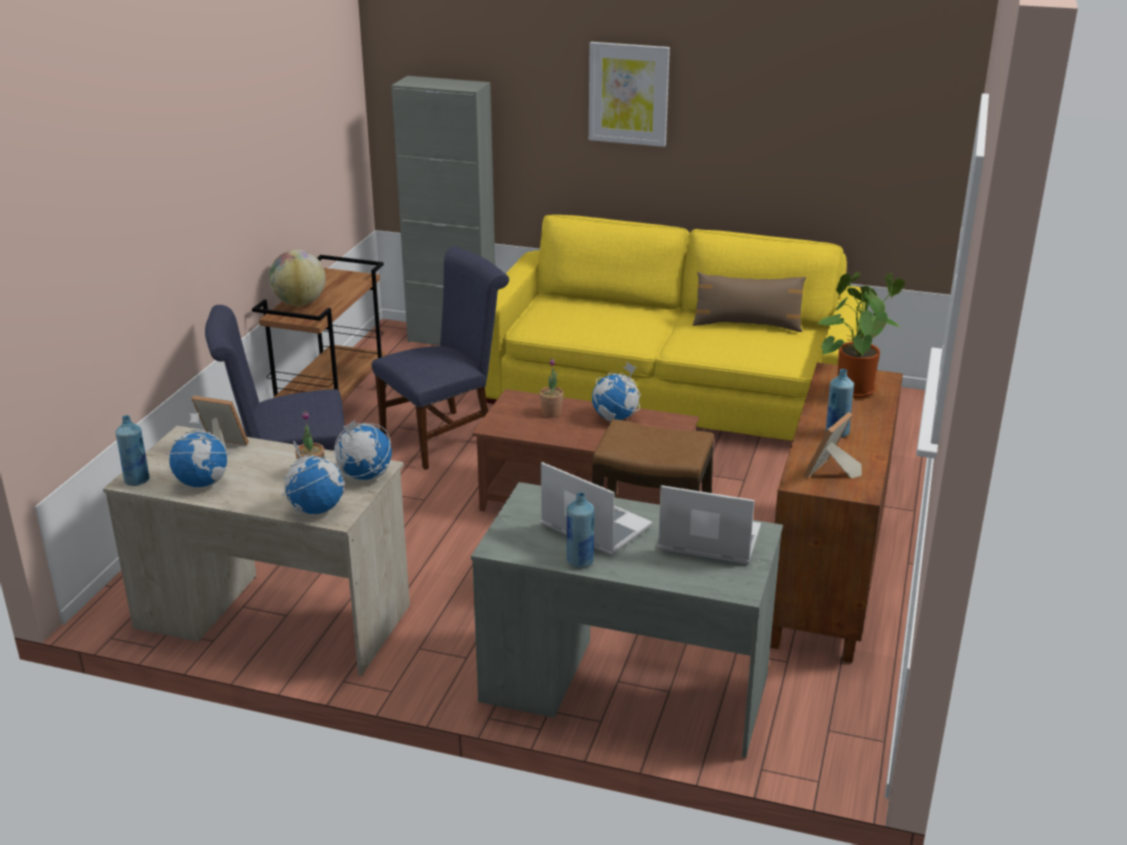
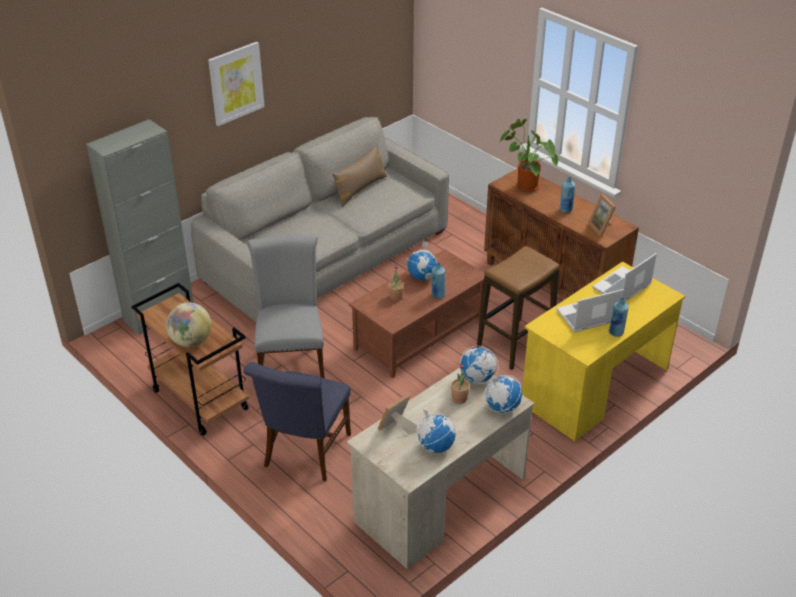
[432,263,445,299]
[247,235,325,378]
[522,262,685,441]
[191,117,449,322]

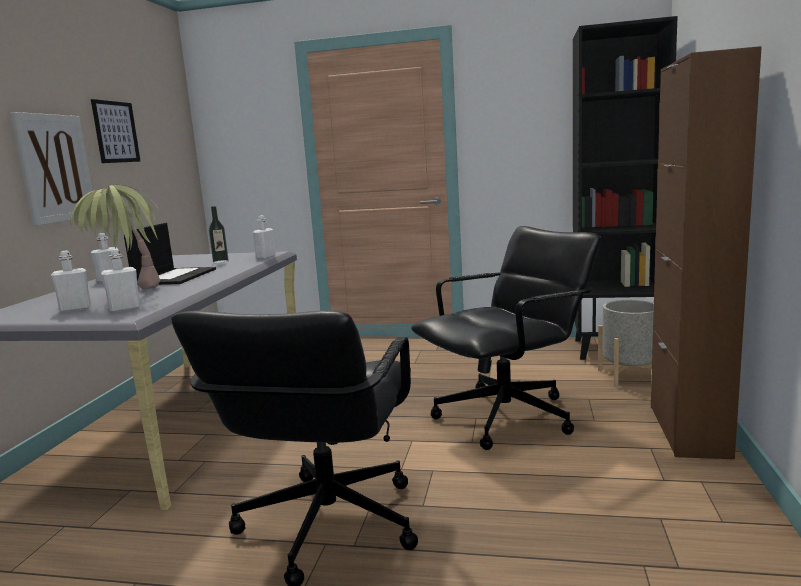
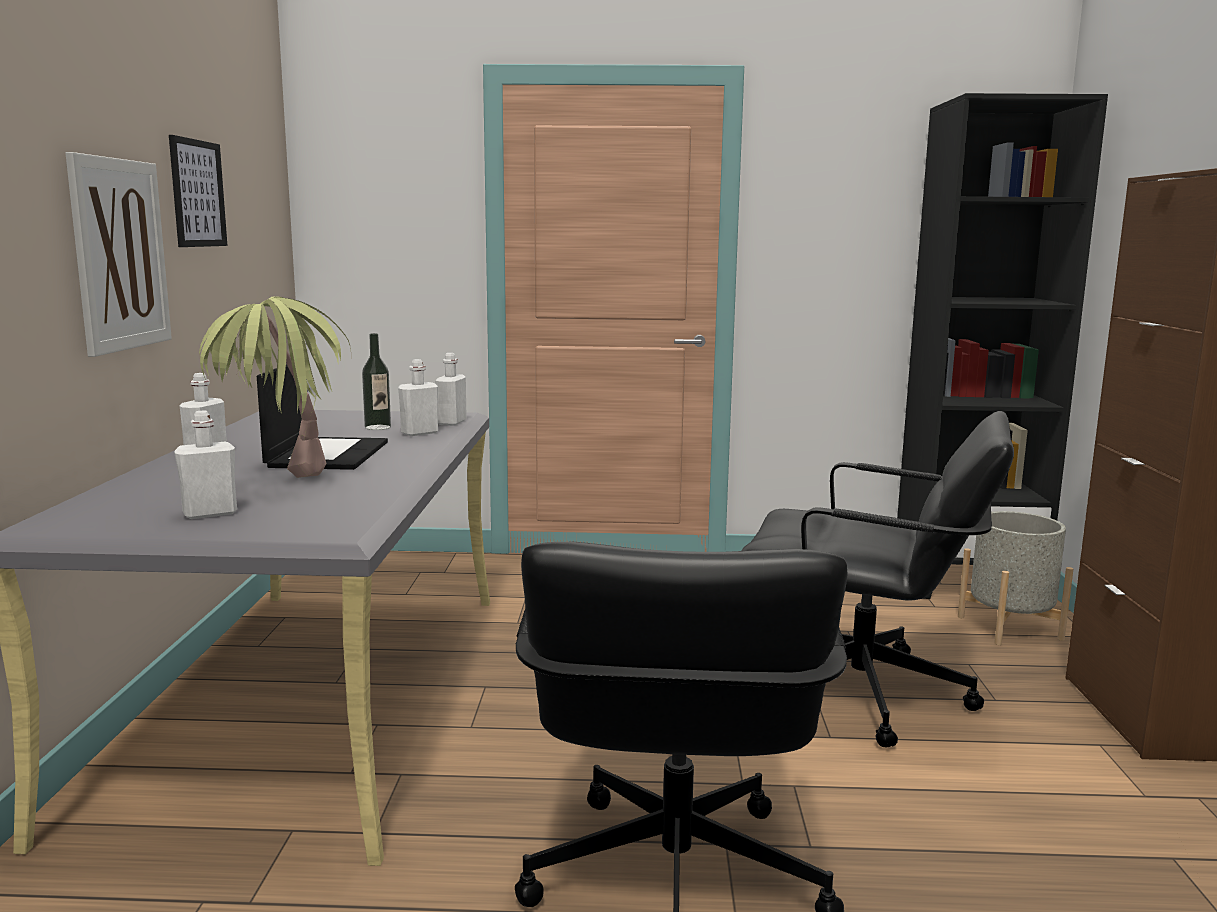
[398,359,438,436]
[741,411,1014,748]

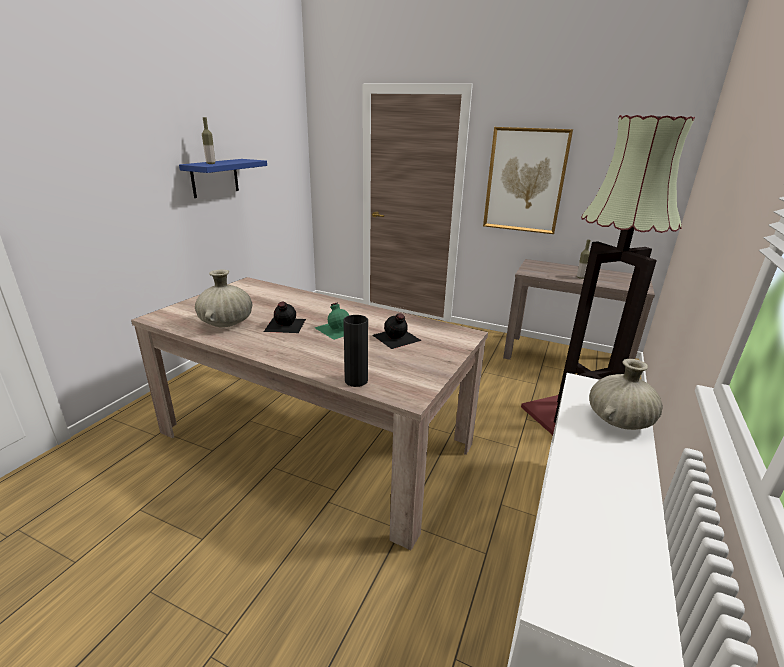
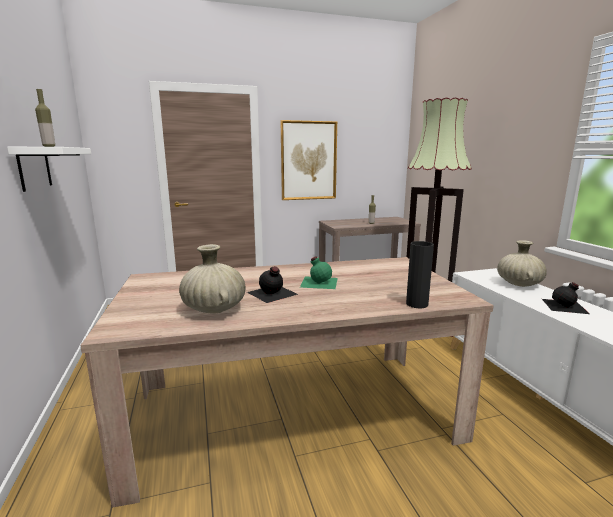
[7,147,91,192]
[542,282,590,314]

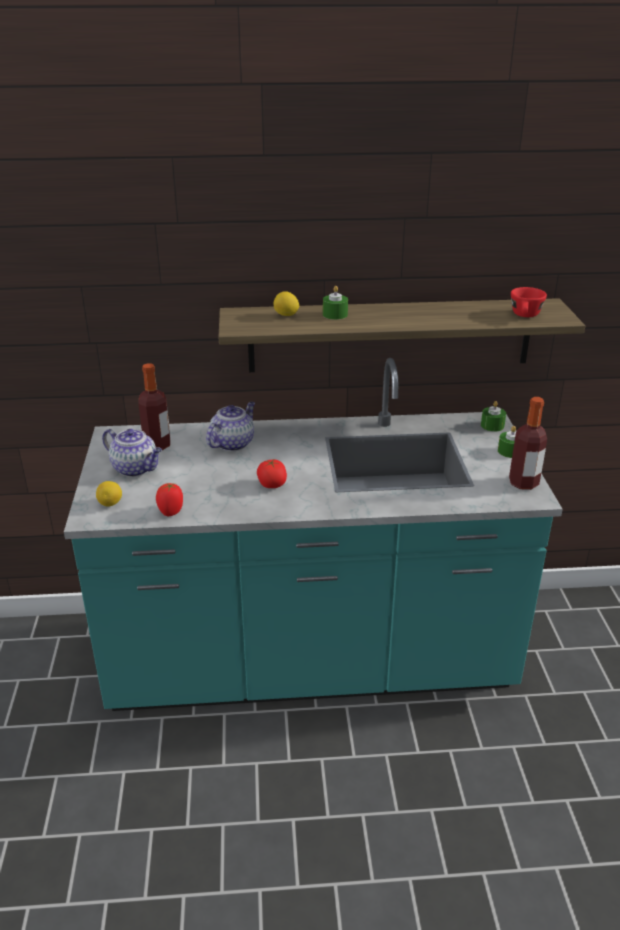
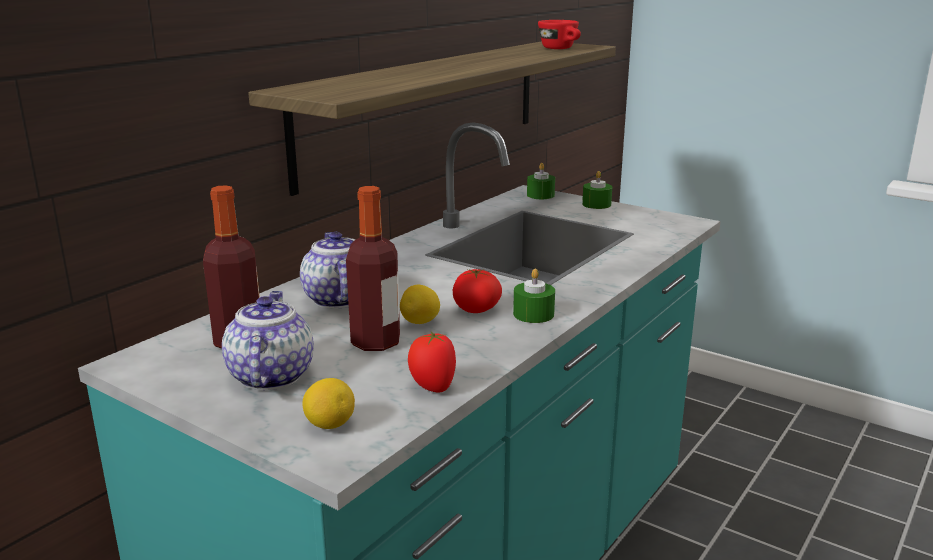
[222,291,314,390]
[400,285,440,324]
[513,268,555,323]
[346,186,400,351]

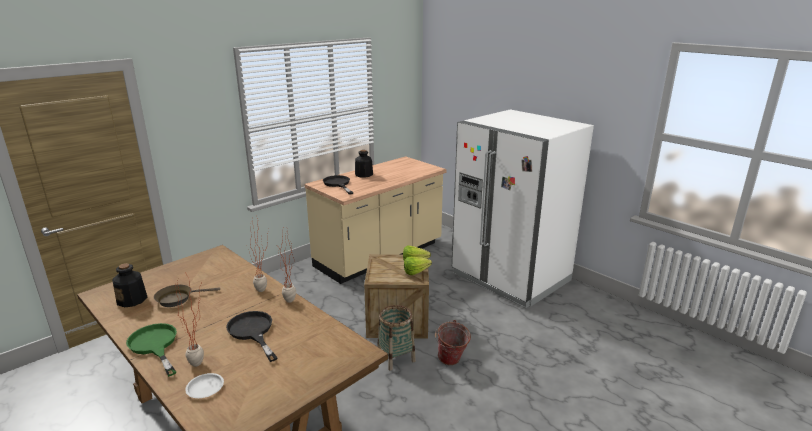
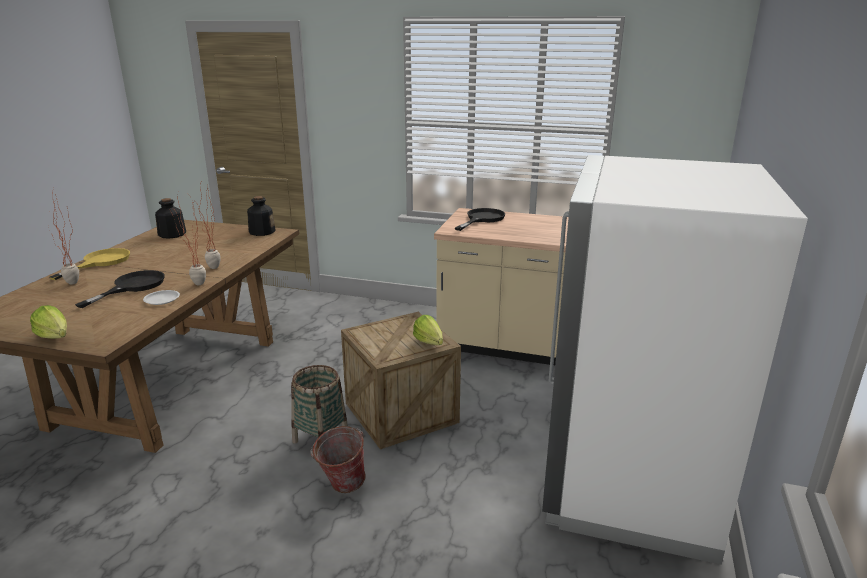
[49,248,130,280]
[154,285,220,307] (first image)
[143,290,180,305]
[247,196,276,236]
[30,305,67,339]

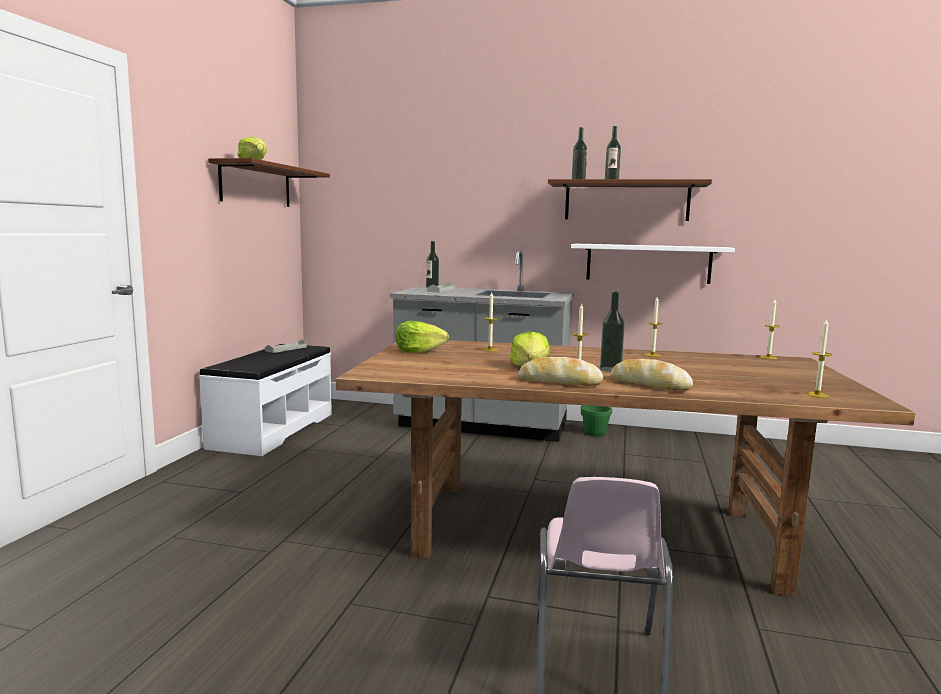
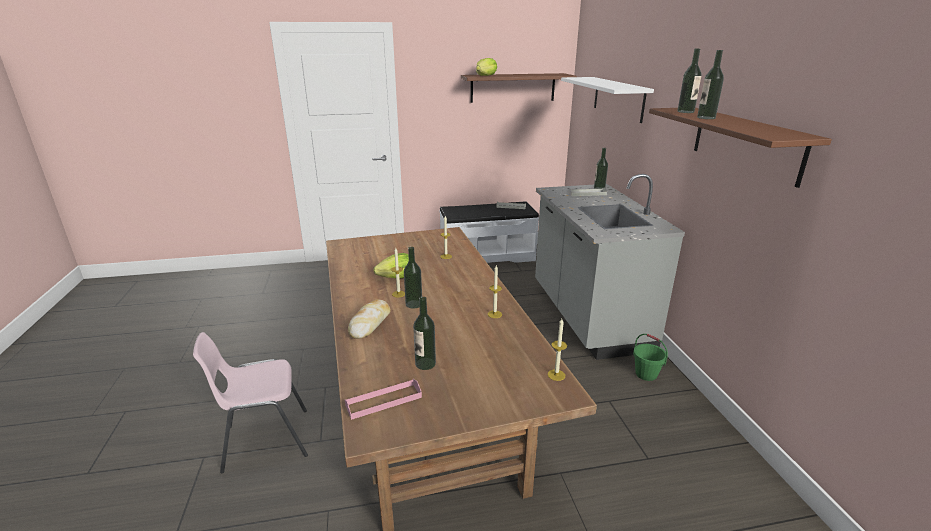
[396,321,449,353] (first image)
[519,357,603,386] (first image)
[561,77,654,123]
[345,379,422,420]
[413,297,436,370]

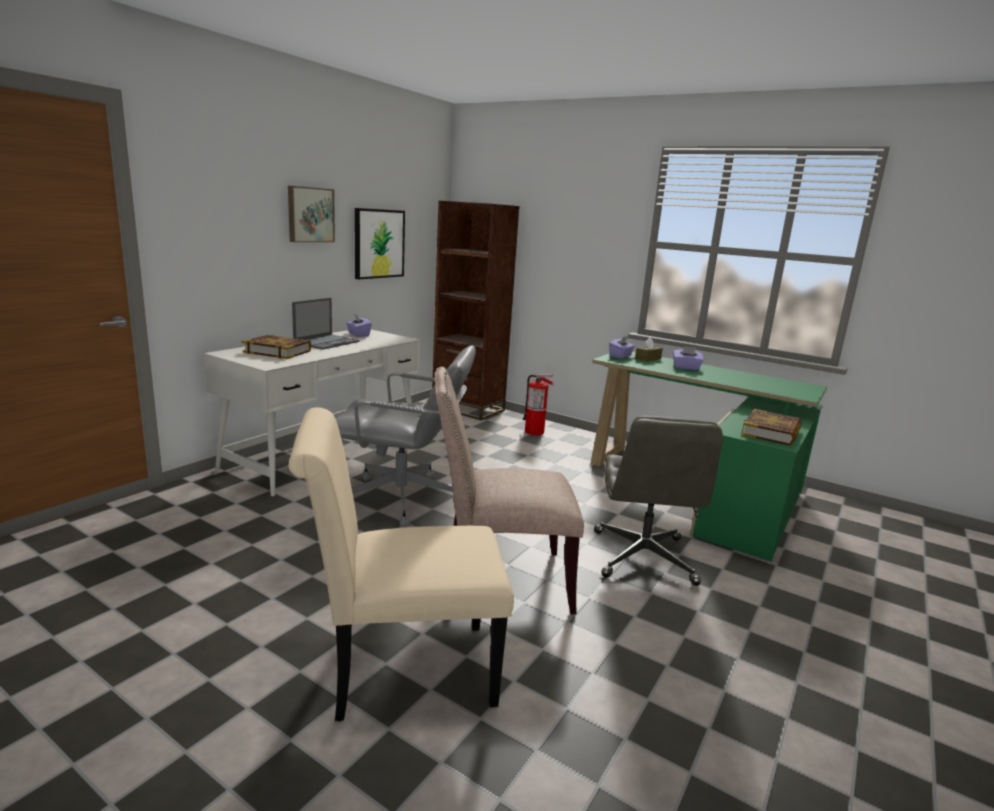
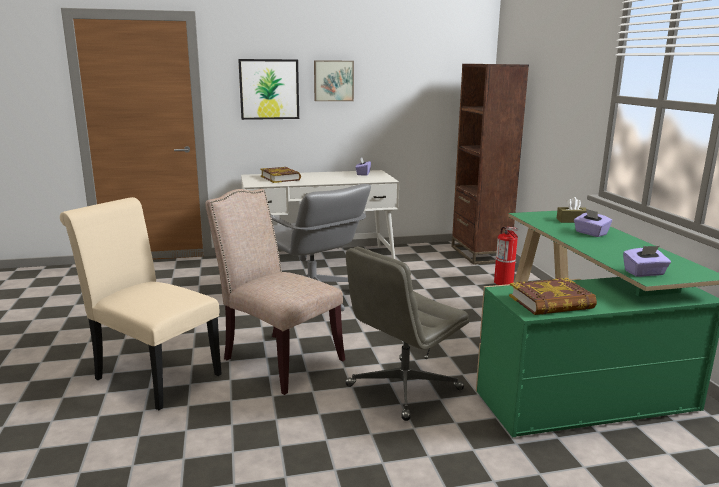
[292,298,359,350] (first image)
[238,59,299,120]
[623,246,671,277]

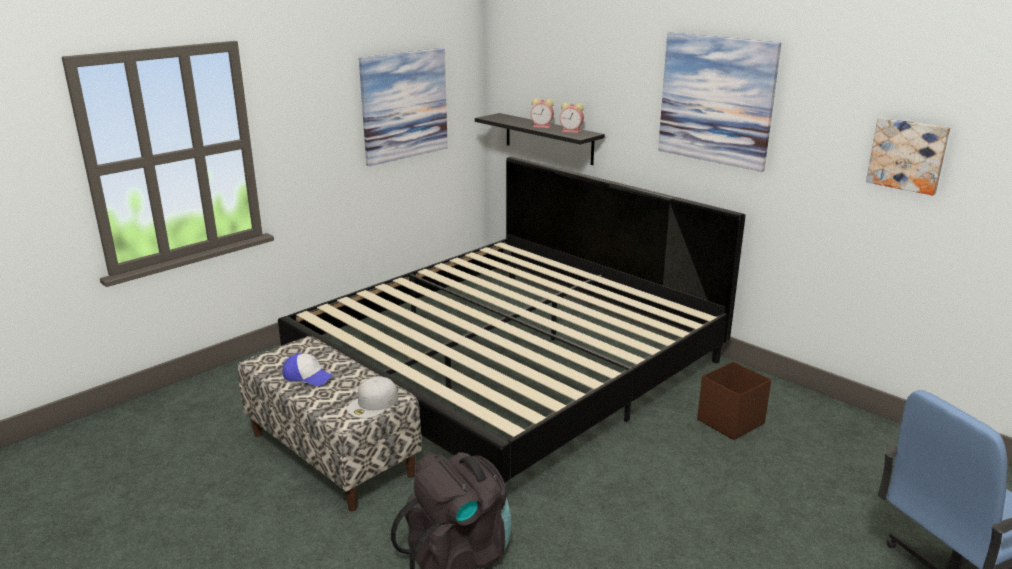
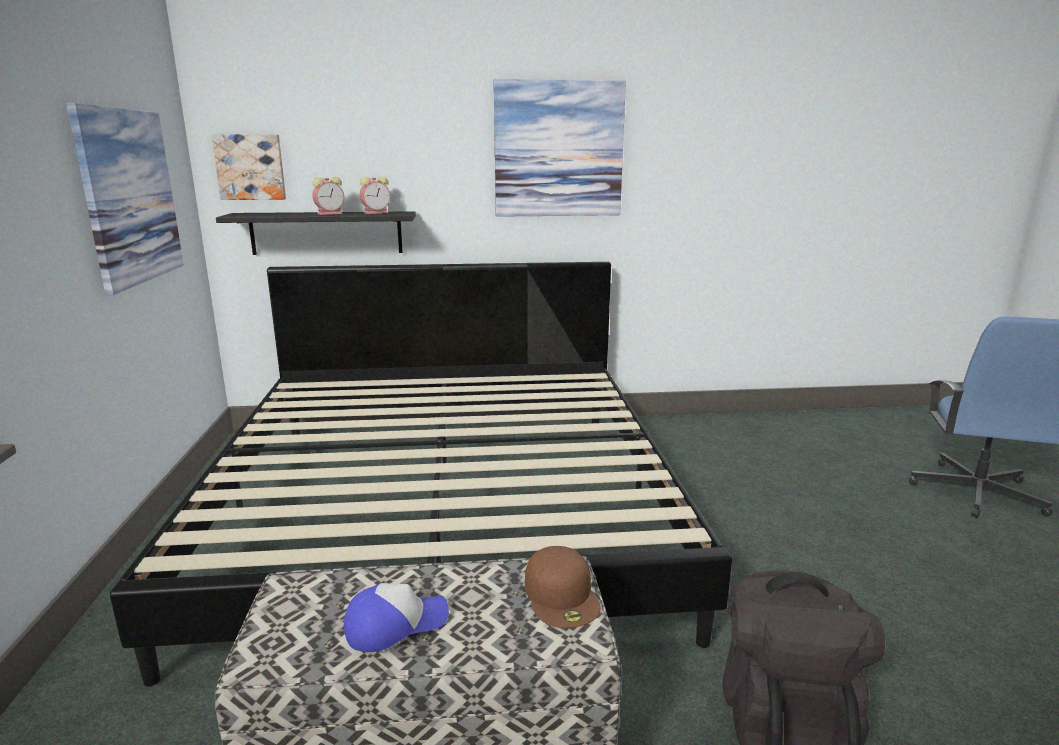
[525,546,600,628]
[697,361,771,440] (first image)
[212,134,286,200]

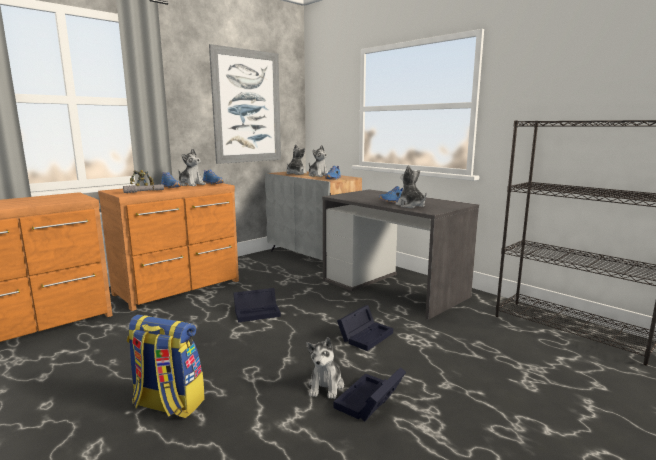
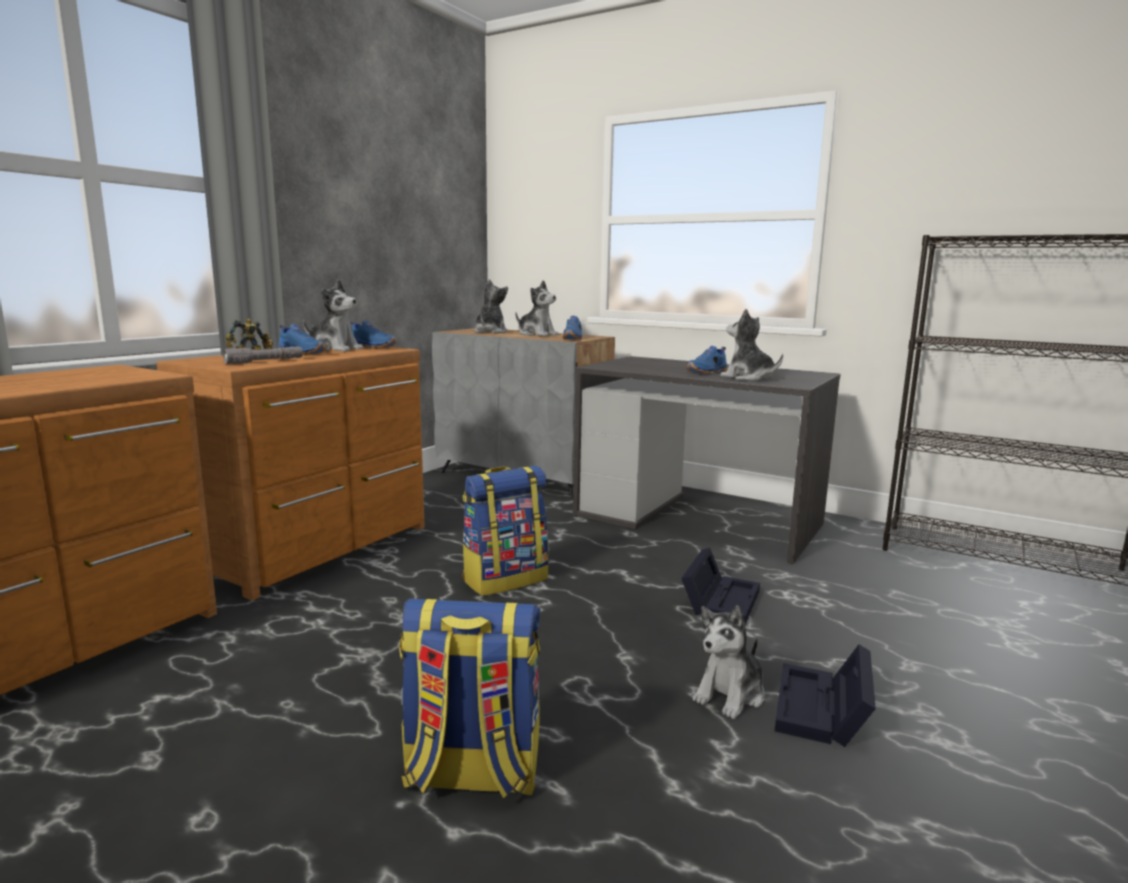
[209,44,281,164] (first image)
[462,466,549,596]
[692,606,765,719]

